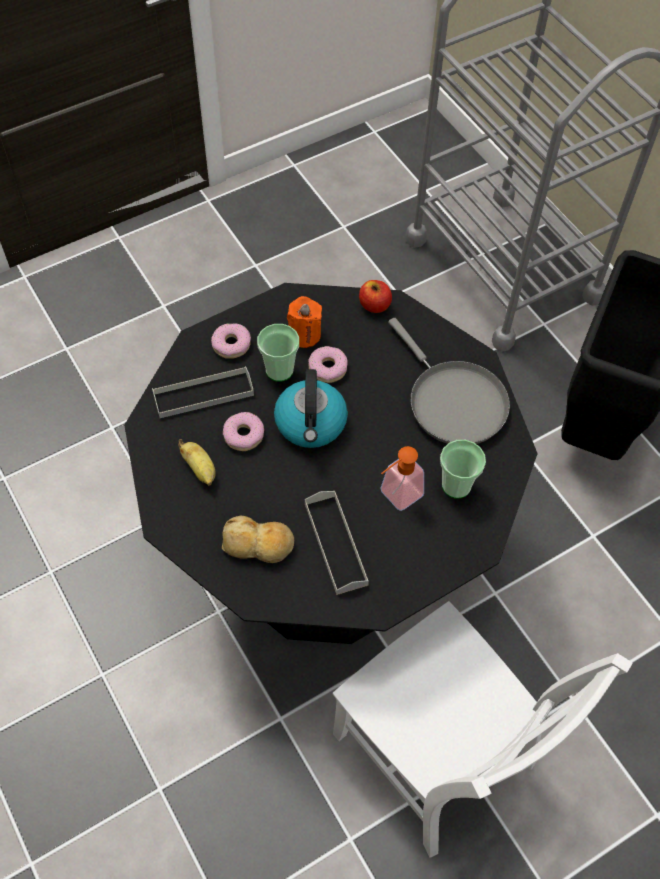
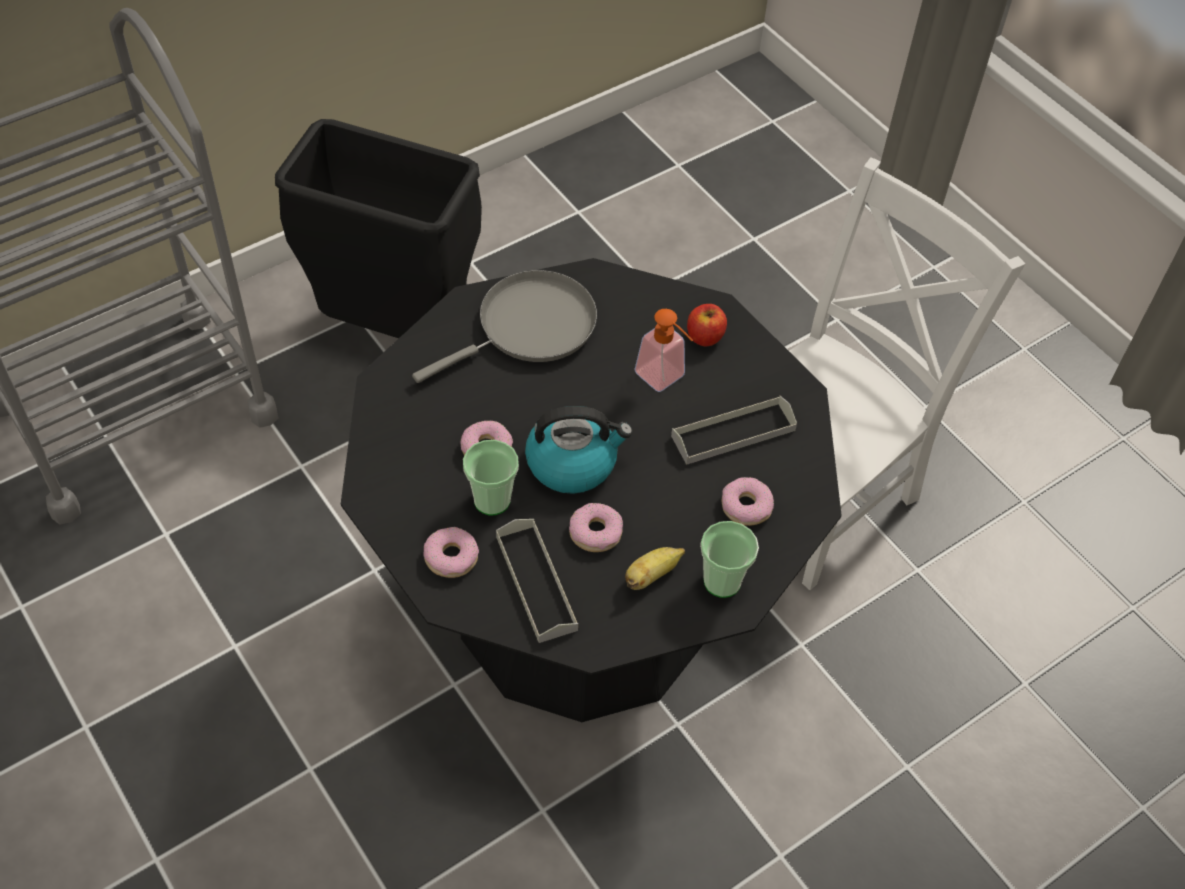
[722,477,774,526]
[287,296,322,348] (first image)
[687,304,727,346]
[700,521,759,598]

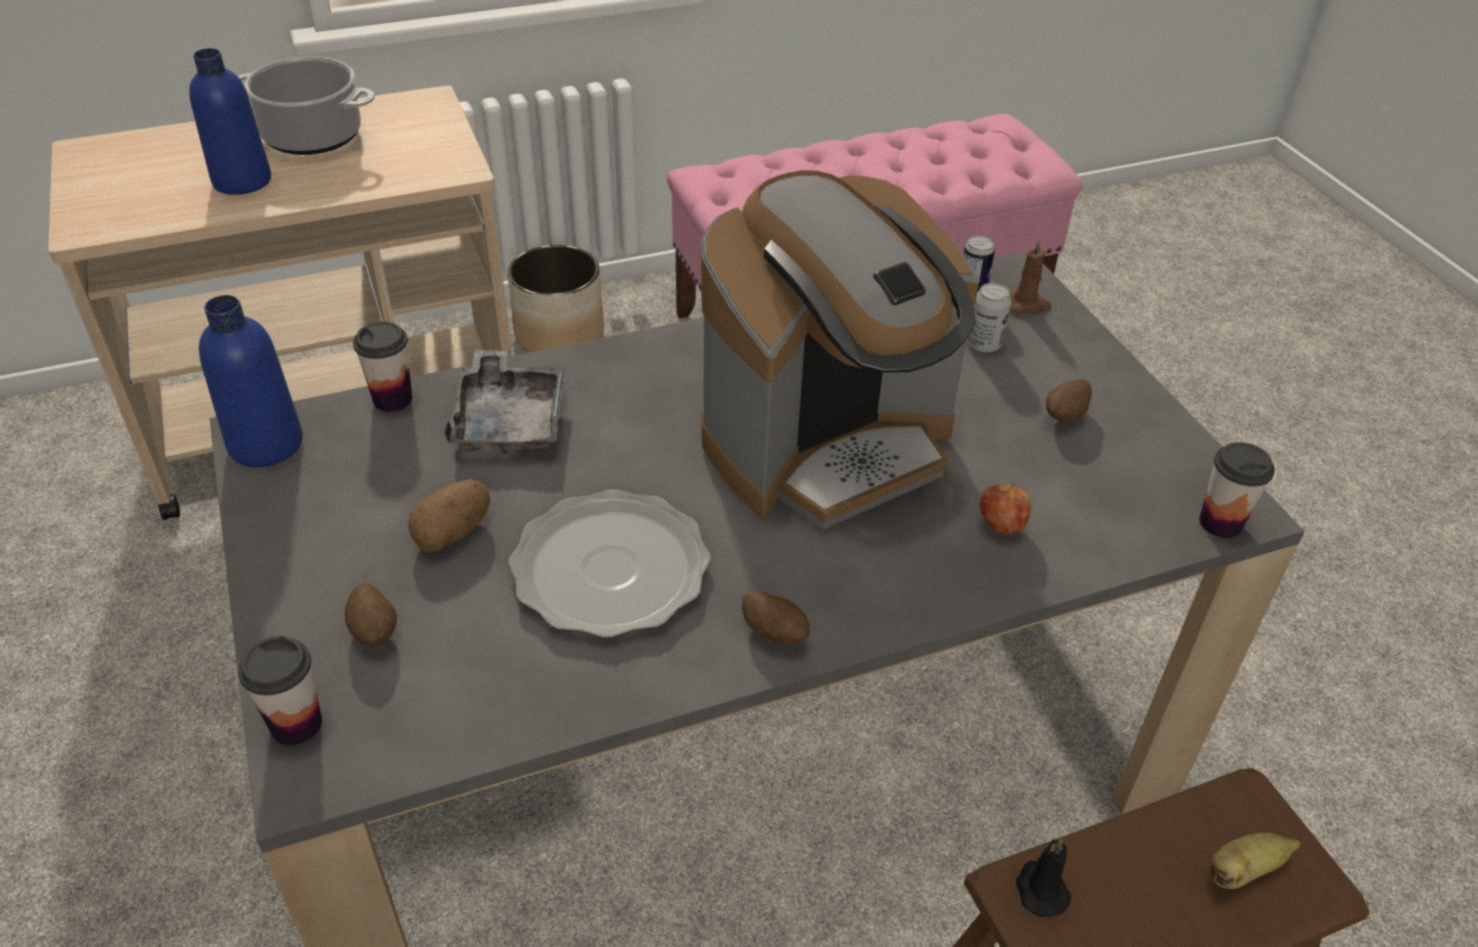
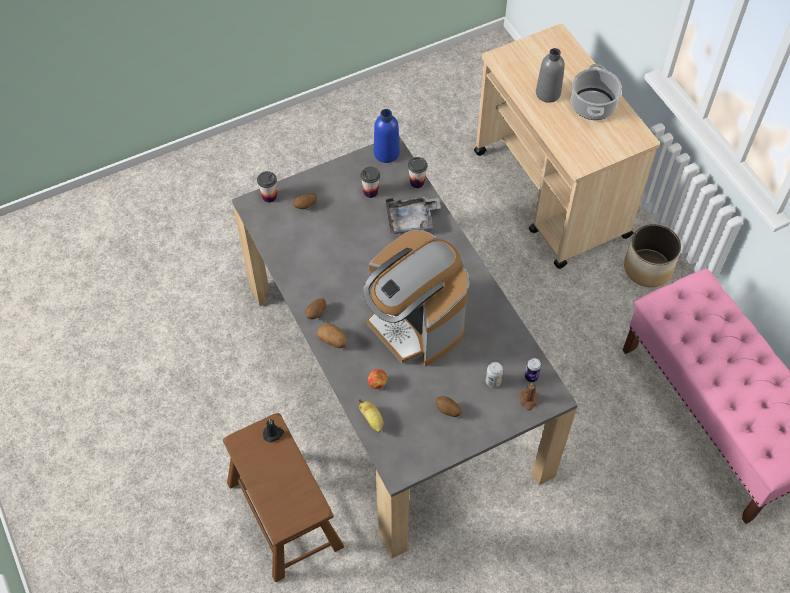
[536,48,565,103]
[317,323,347,348]
[509,490,710,638] (first image)
[360,167,380,198]
[358,399,384,433]

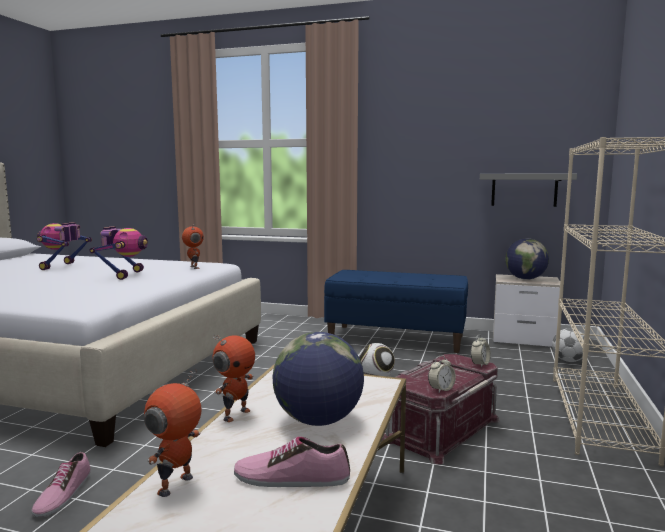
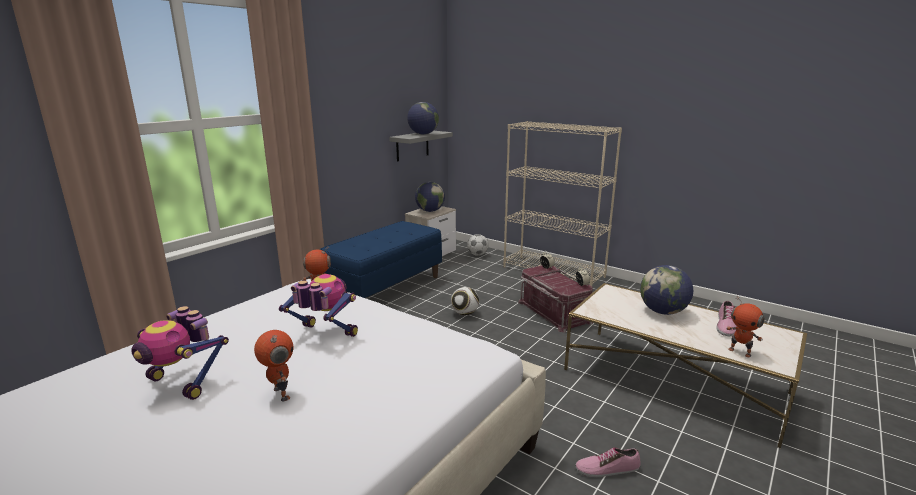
[575,447,641,477]
[254,330,293,401]
[407,102,439,135]

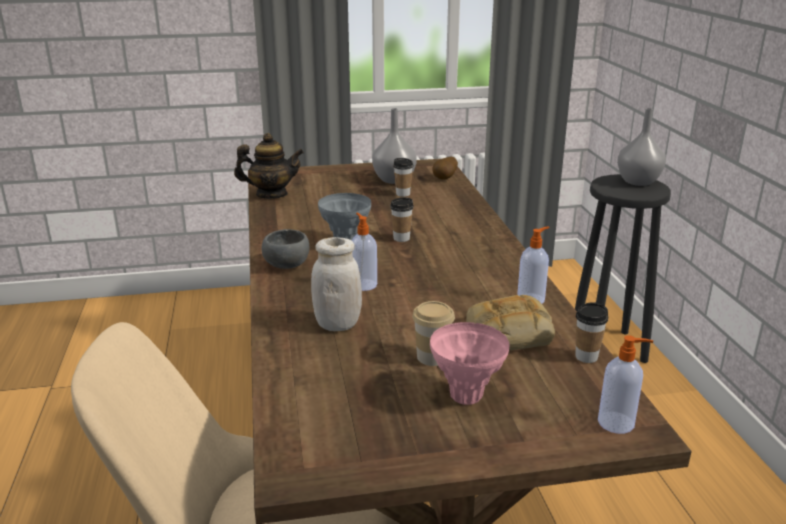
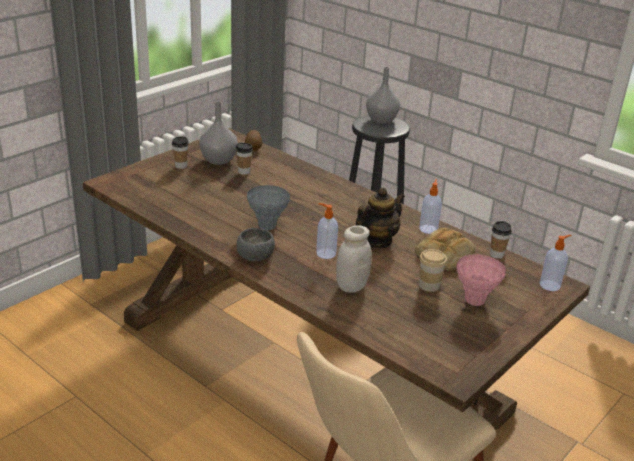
[356,187,405,248]
[172,136,189,169]

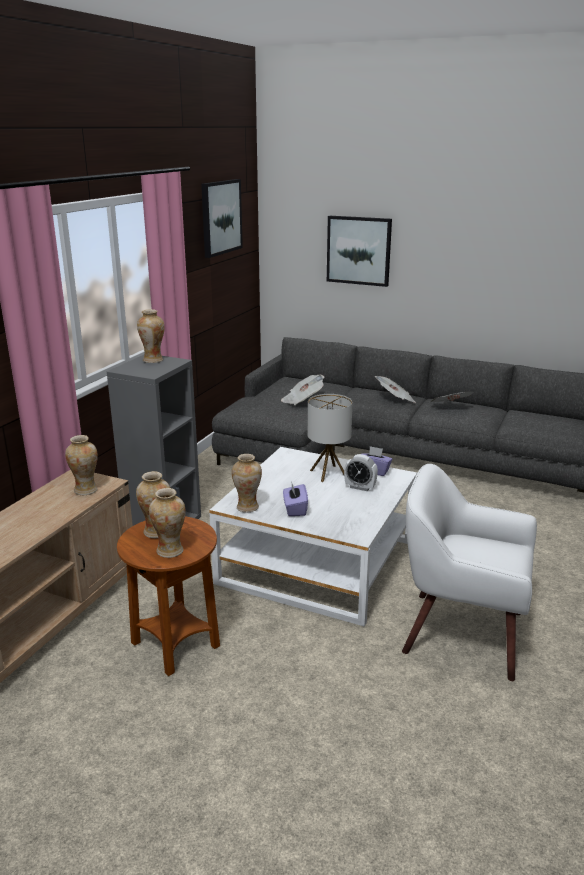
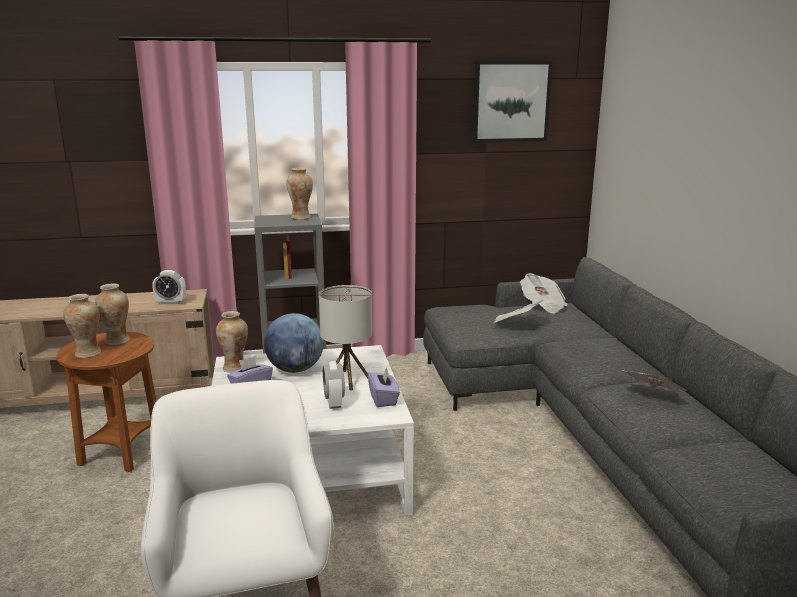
[152,270,186,304]
[327,216,392,287] (first image)
[520,273,568,314]
[264,313,324,373]

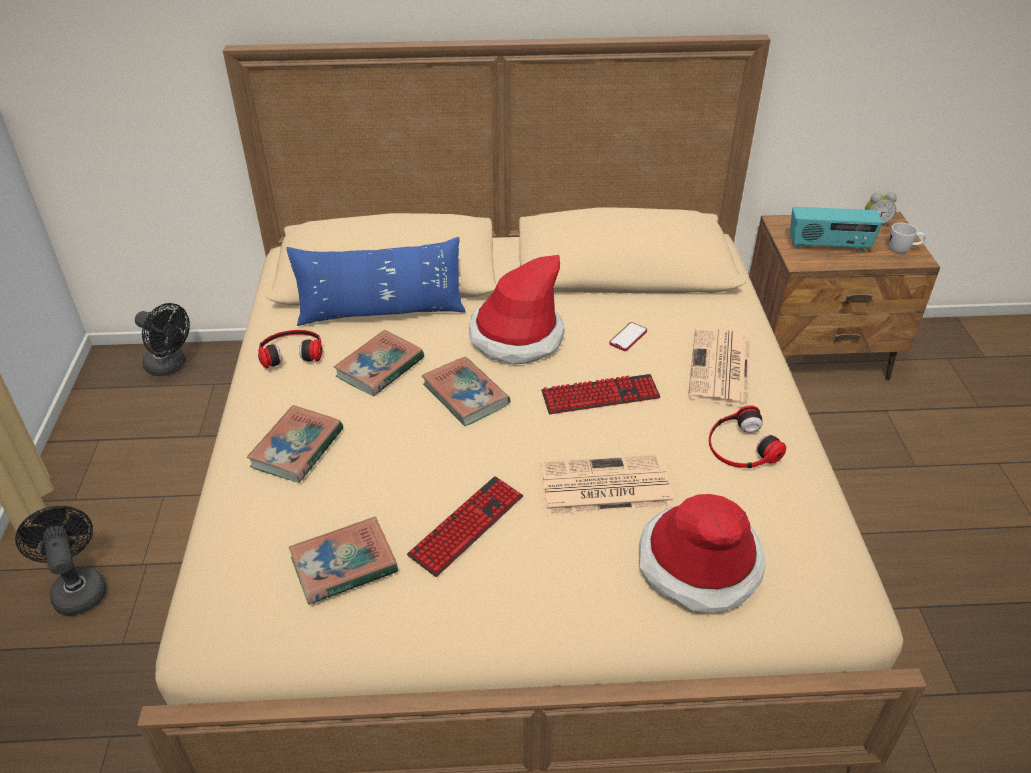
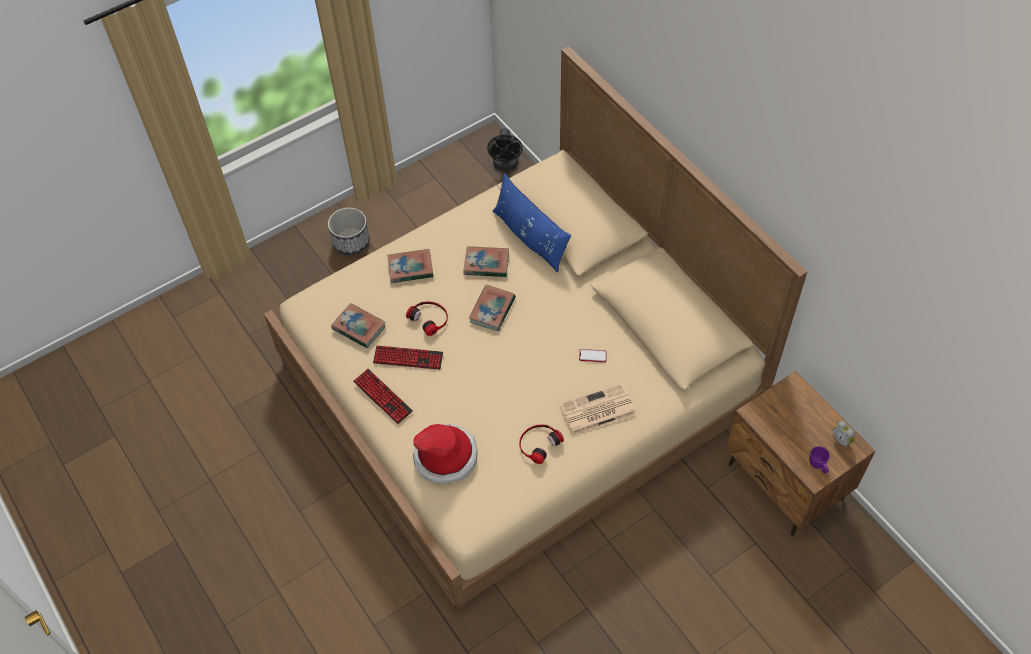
[328,208,370,255]
[406,301,448,336]
[469,255,565,364] (first image)
[540,455,674,515] (first image)
[353,369,413,424]
[790,207,883,251] (first image)
[809,446,830,473]

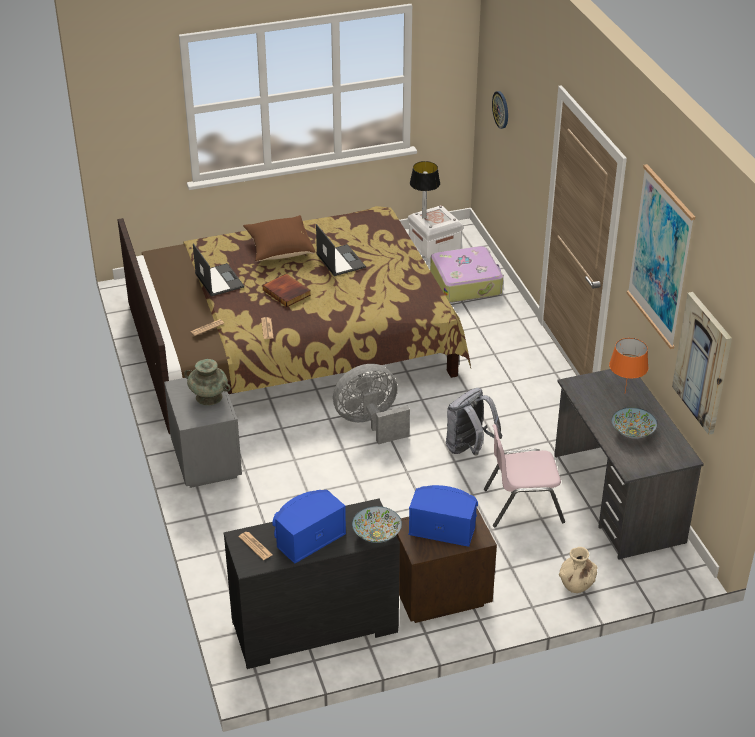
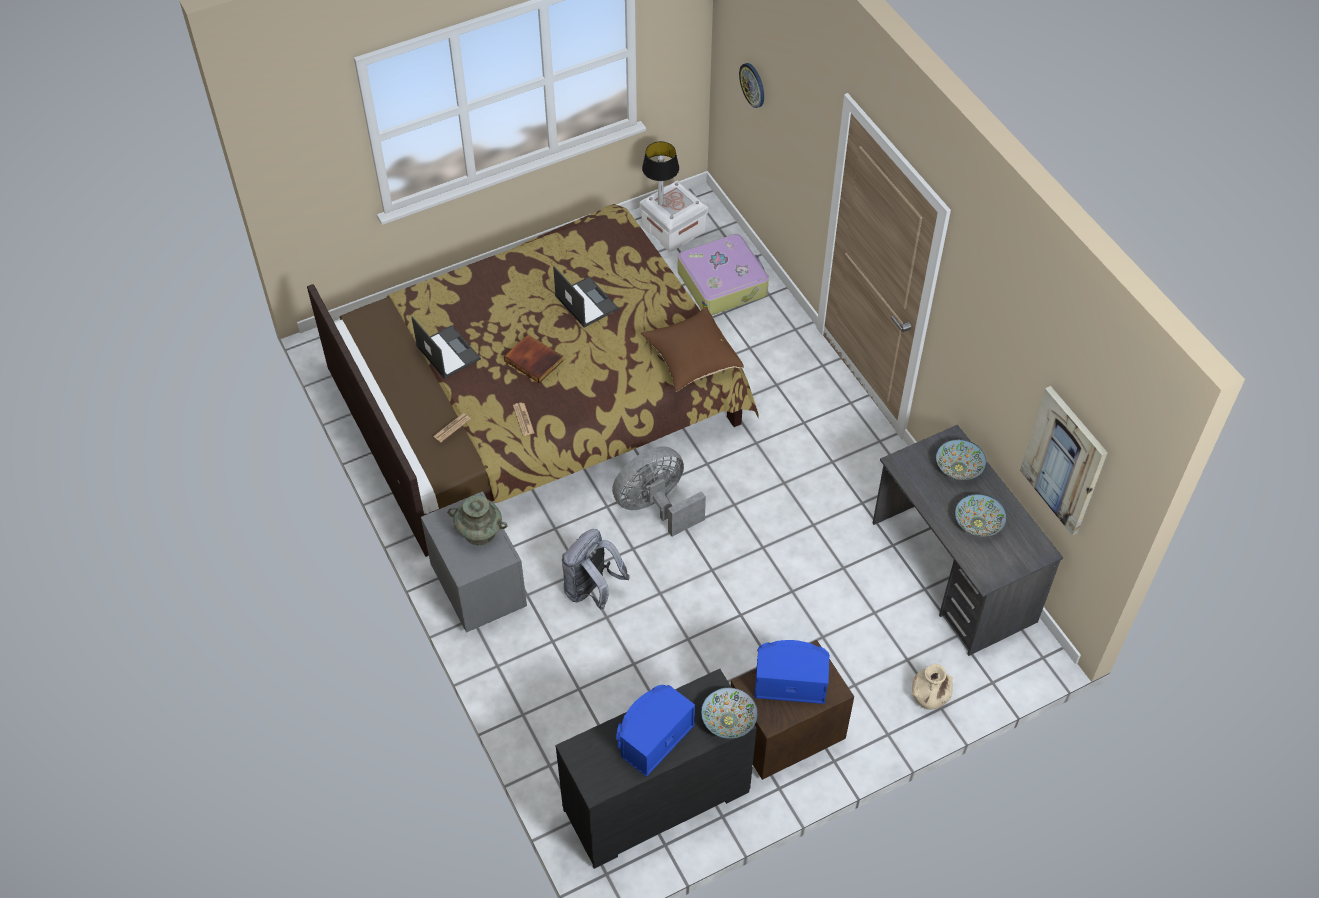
[239,532,273,560] (first image)
[641,307,744,392]
[562,529,630,610]
[484,424,565,527] (first image)
[936,439,986,480]
[627,164,695,349] (first image)

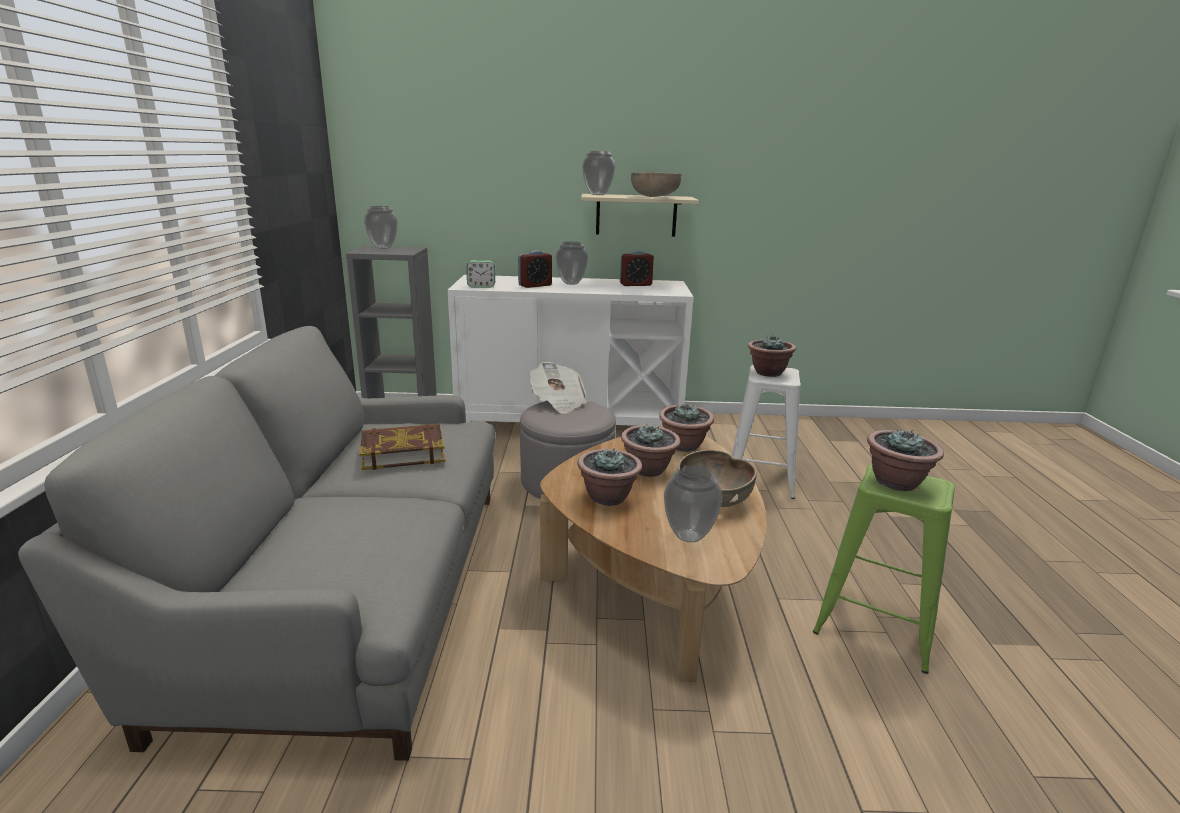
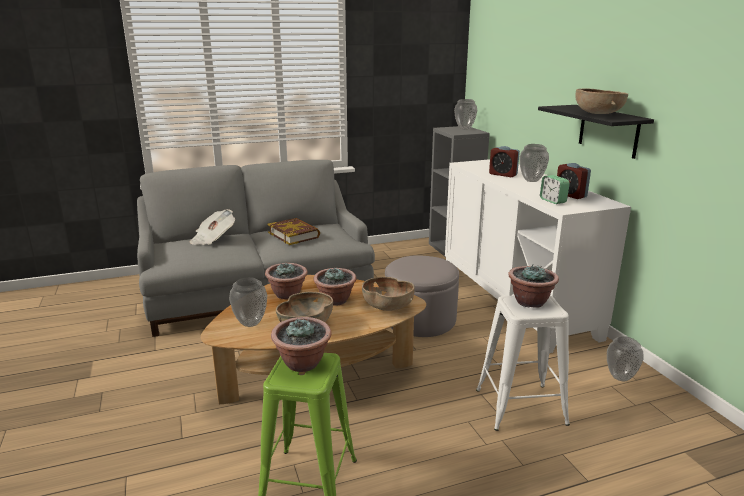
[540,175,570,204]
[190,209,235,245]
[538,105,654,159]
[607,336,644,381]
[362,277,415,311]

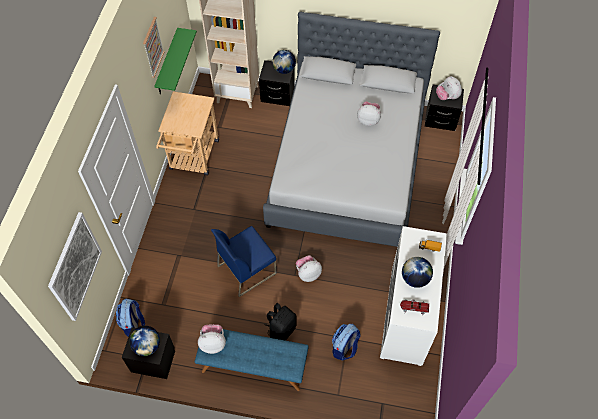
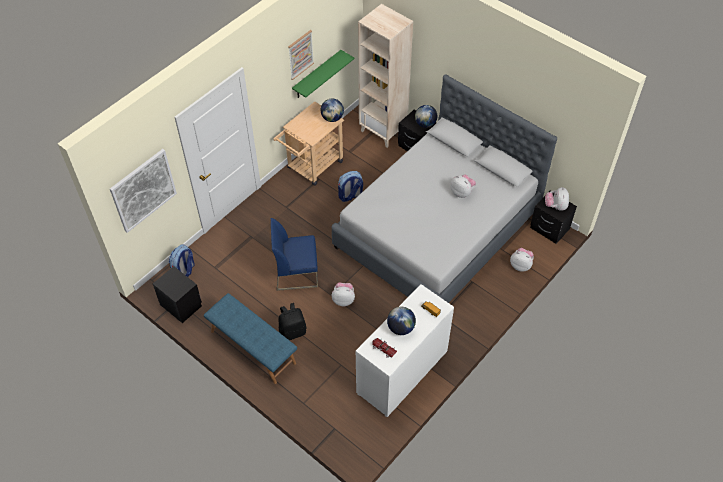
[321,98,344,122]
[510,248,534,272]
[338,171,363,202]

